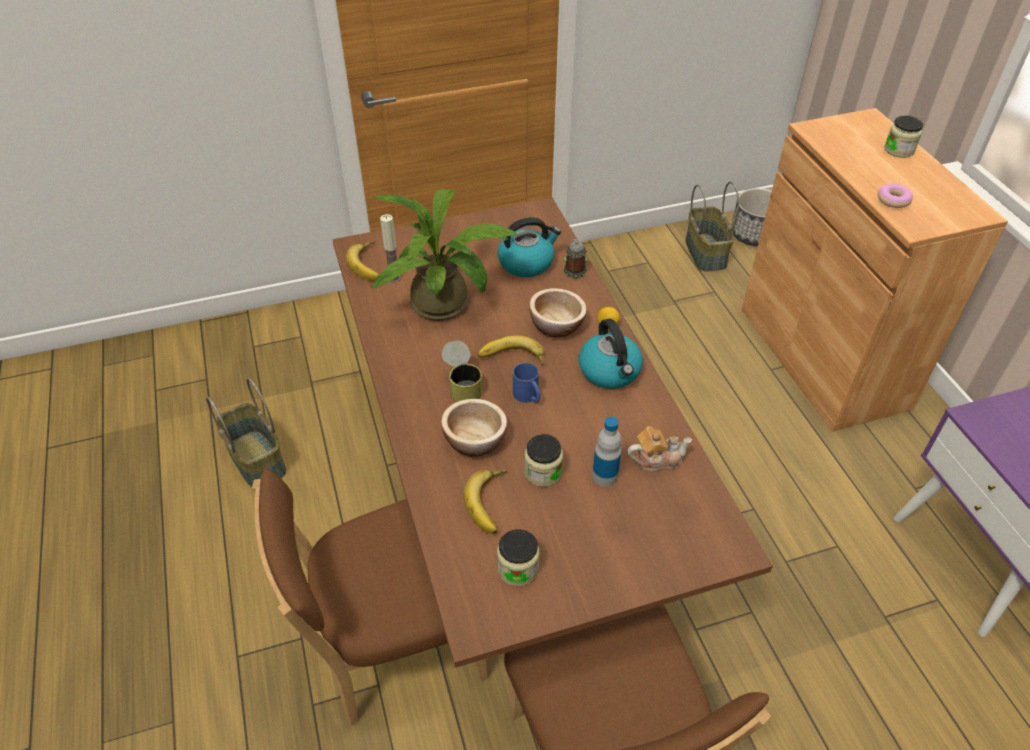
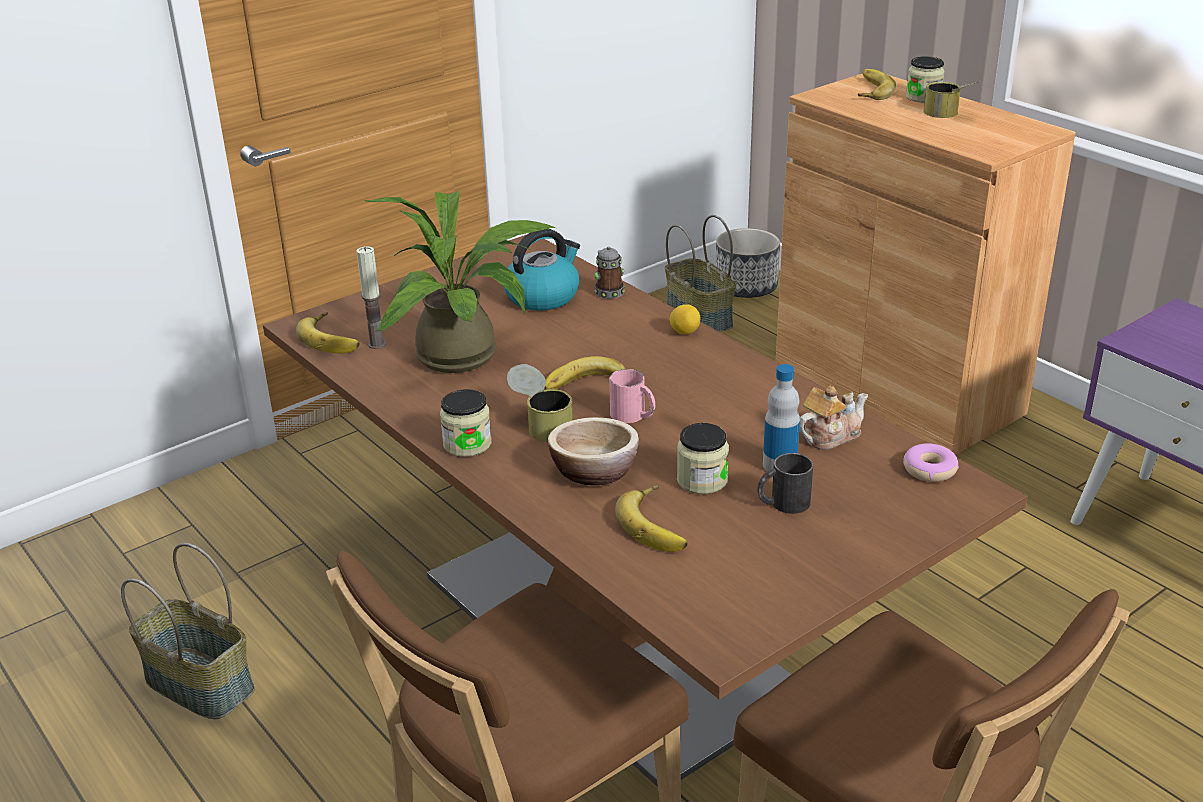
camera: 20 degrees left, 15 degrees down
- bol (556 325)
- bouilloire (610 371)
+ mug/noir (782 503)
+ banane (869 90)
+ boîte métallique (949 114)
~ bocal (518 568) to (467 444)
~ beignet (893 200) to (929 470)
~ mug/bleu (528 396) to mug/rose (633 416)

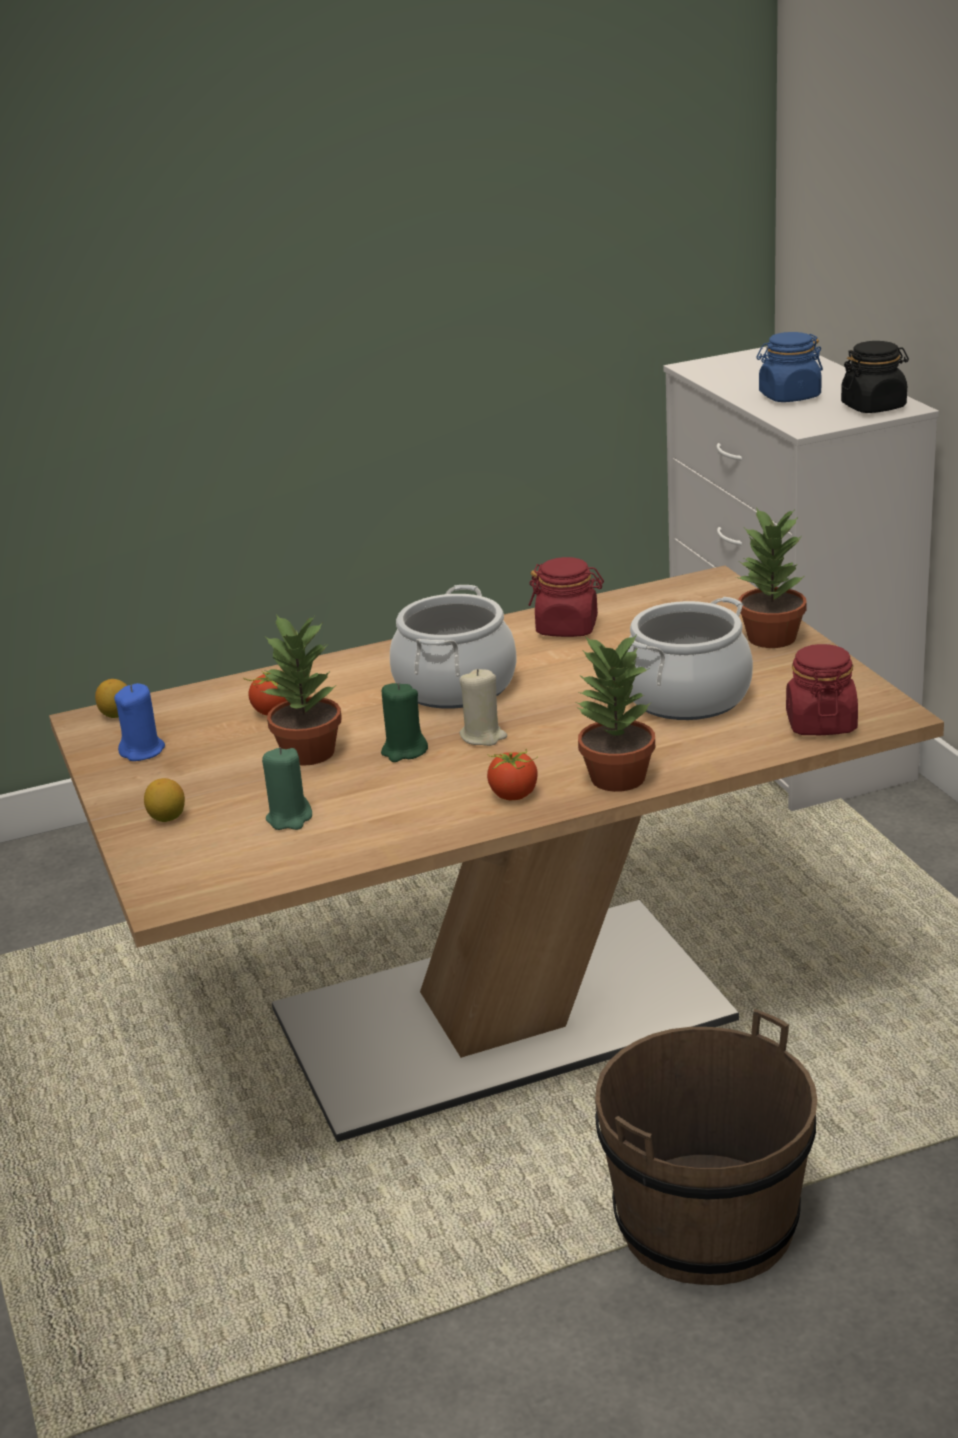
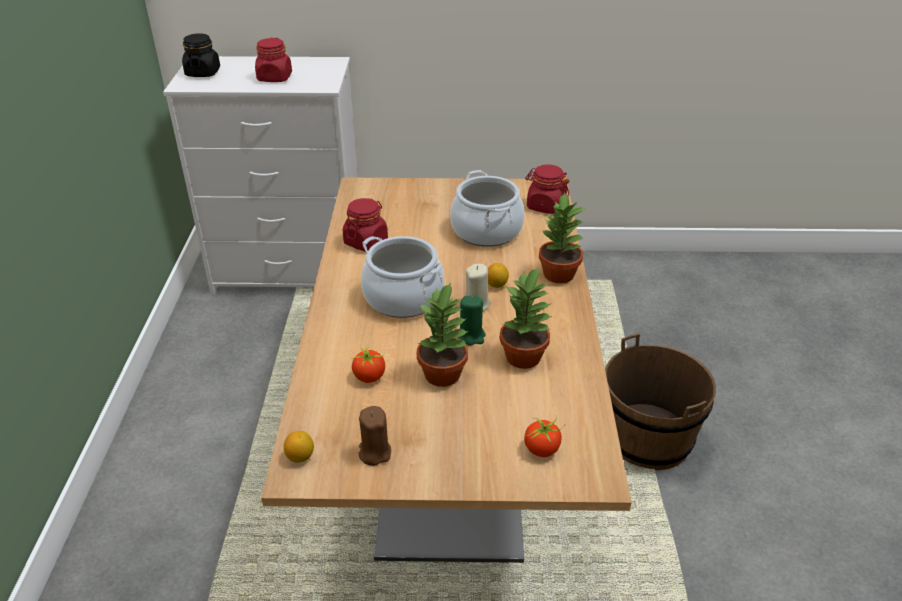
camera: 70 degrees left, 10 degrees up
- bougie/vert (289 818)
~ citron (167 818) to (496 285)
~ tomate (514 795) to (542 449)
~ plante en pot (772 638) to (524 357)
~ bocal/noir (873 407) to (203 73)
~ bougie/bleu (143 751) to bougie/marron (374 452)
~ bocal/bleu (789 396) to bocal/rouge (275 78)

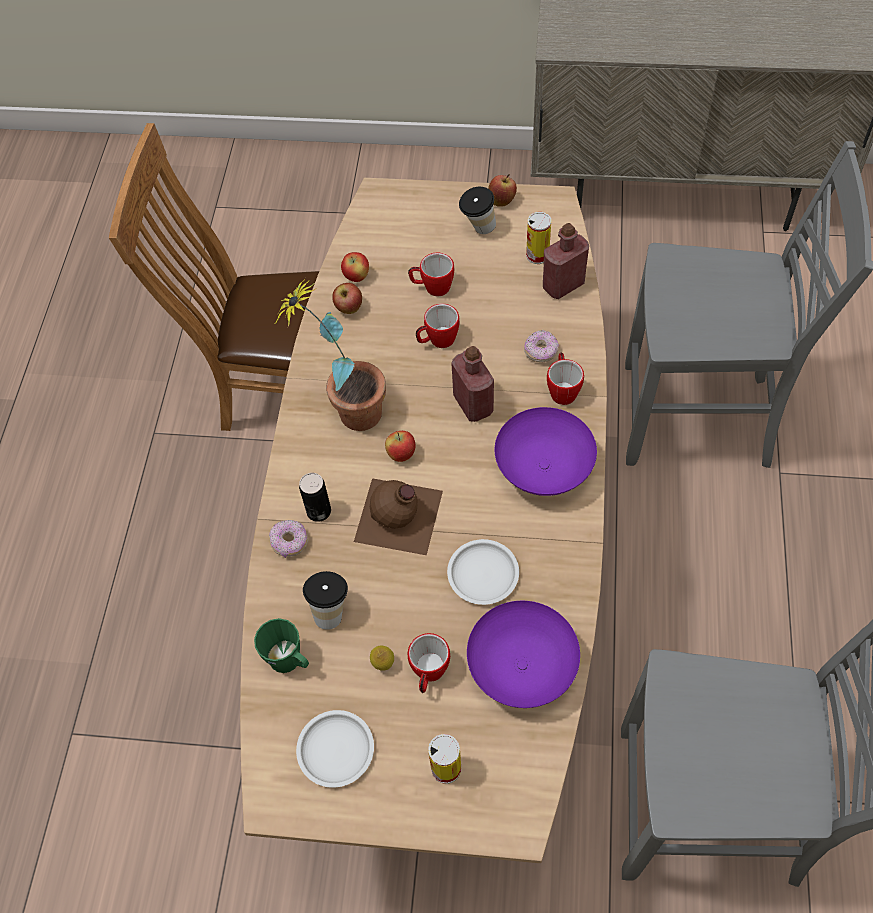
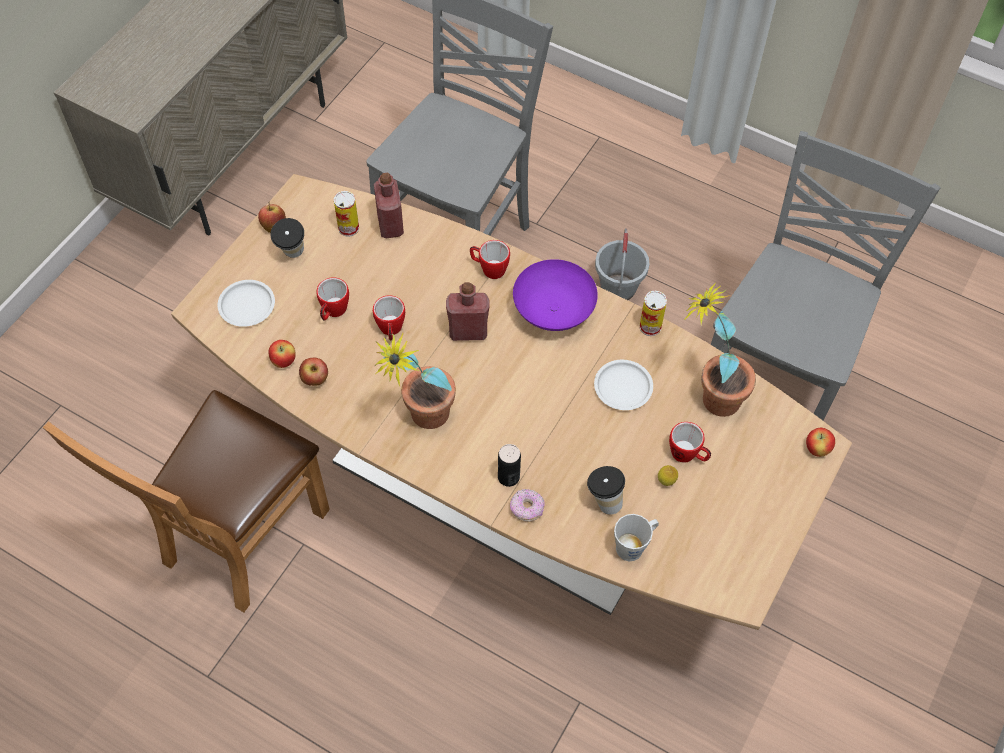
camera: 70 degrees left, 0 degrees up
- bouteille/marron (399 517)
- beignet (541 352)
+ seau/gris (618 287)
~ assiette/blanc (336 749) to (246 305)
~ pomme (401 455) to (817 449)
~ boîte métallique (446 768) to (650 327)
~ bol/violet (520 668) to plante en pot (709 395)
~ mug/vert (290 661) to mug/gris (634 546)

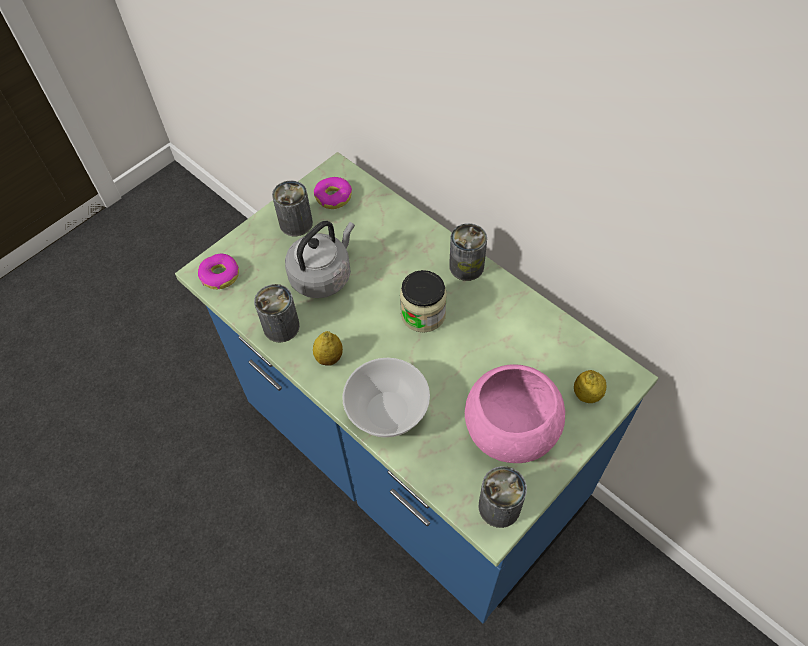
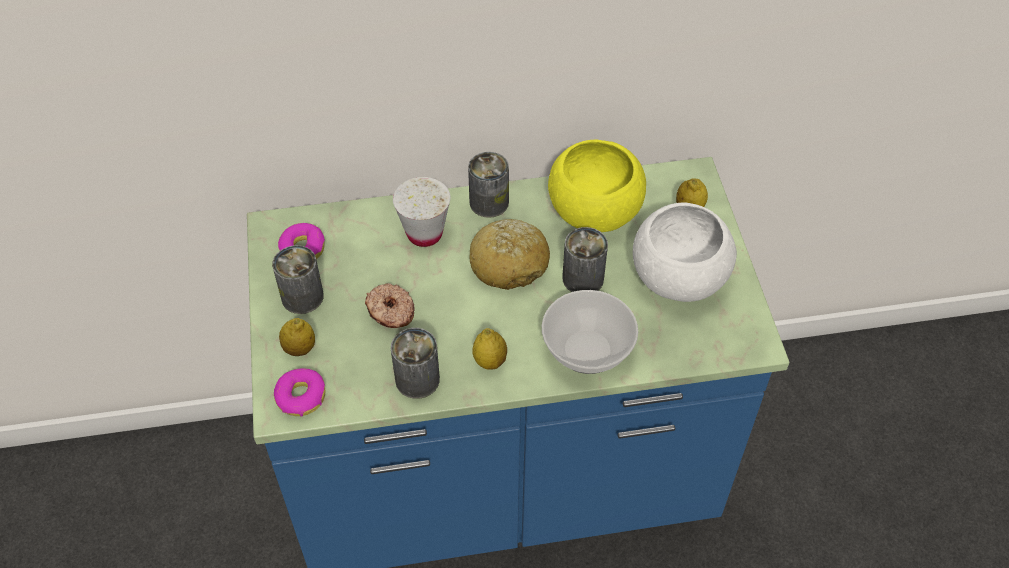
camera: 55 degrees left, 5 degrees down
+ citron (299 349)
+ tasse/blanc (424 233)
+ bol/jaune (593 211)
~ boîte métallique (499 507) to (583 278)
~ bouilloire/gris (323 275) to beignet (390 312)
~ bocal (423 314) to pain (509 263)
~ bol/rose (510 428) to bol/blanc (678 276)

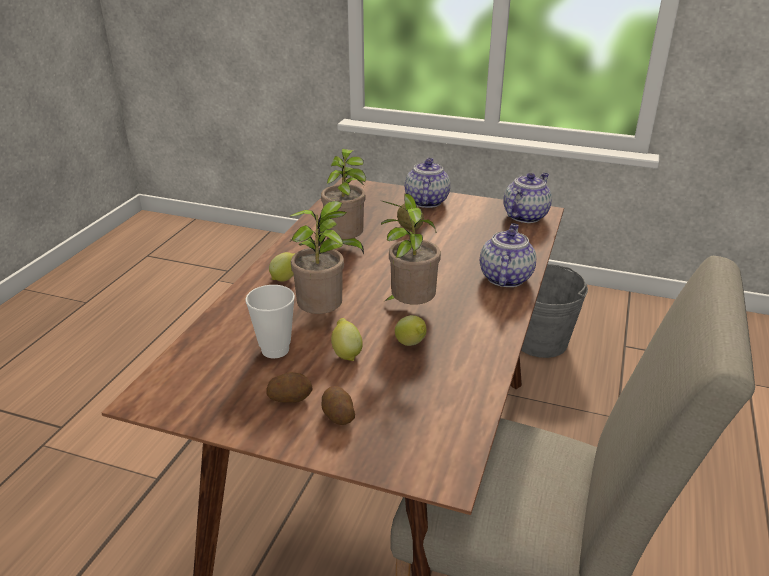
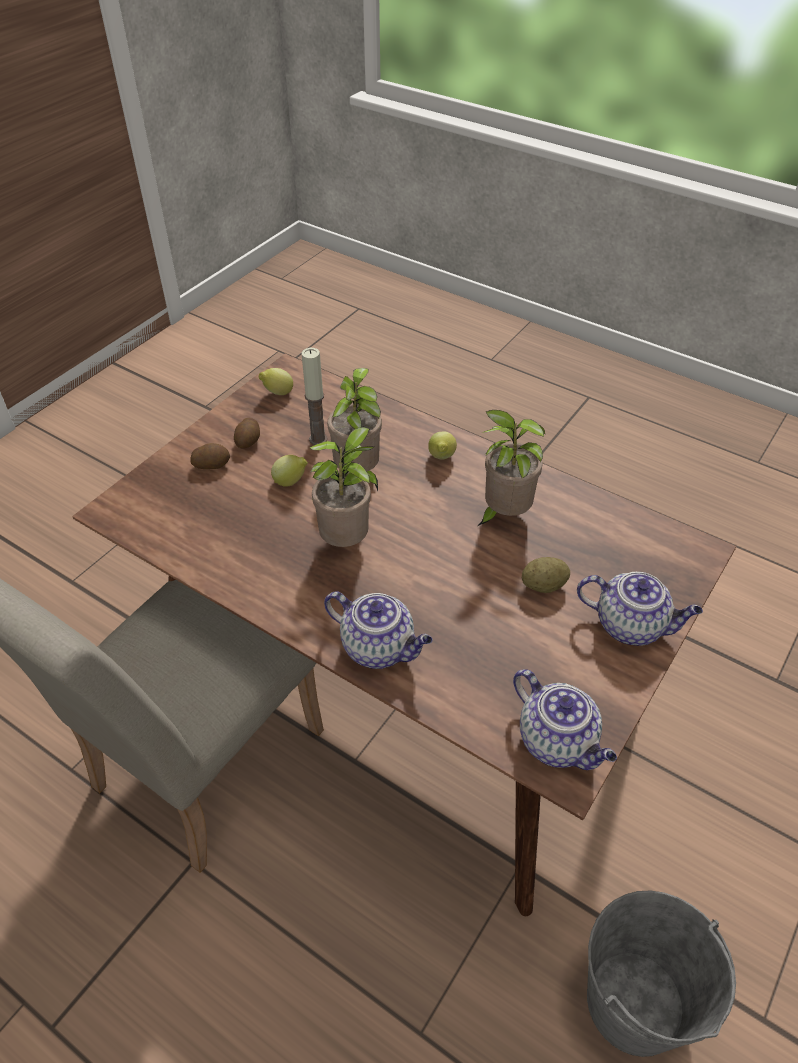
camera: 105 degrees right, 15 degrees up
~ citron (411 344) to (277 393)
~ tasse (275 350) to bougie (318 439)

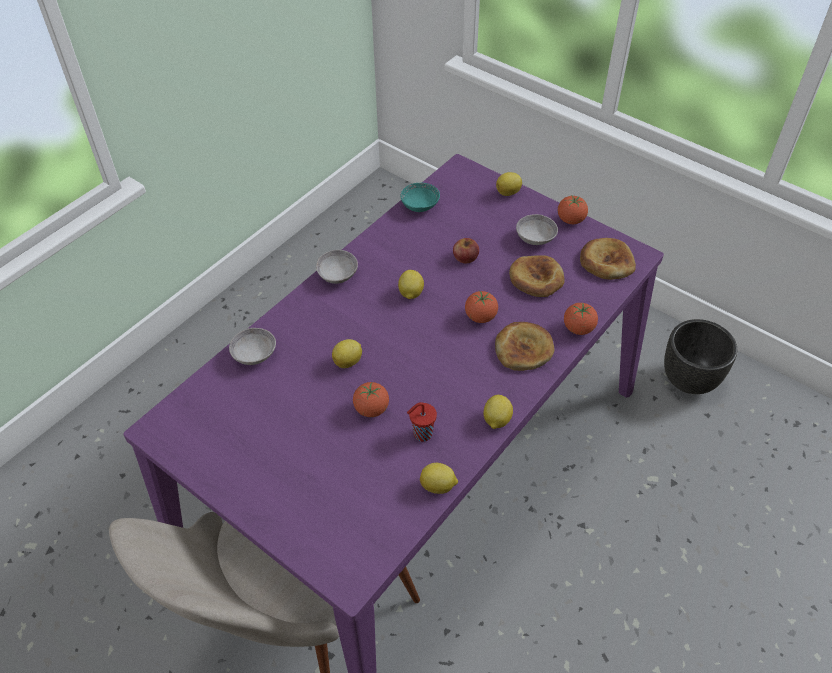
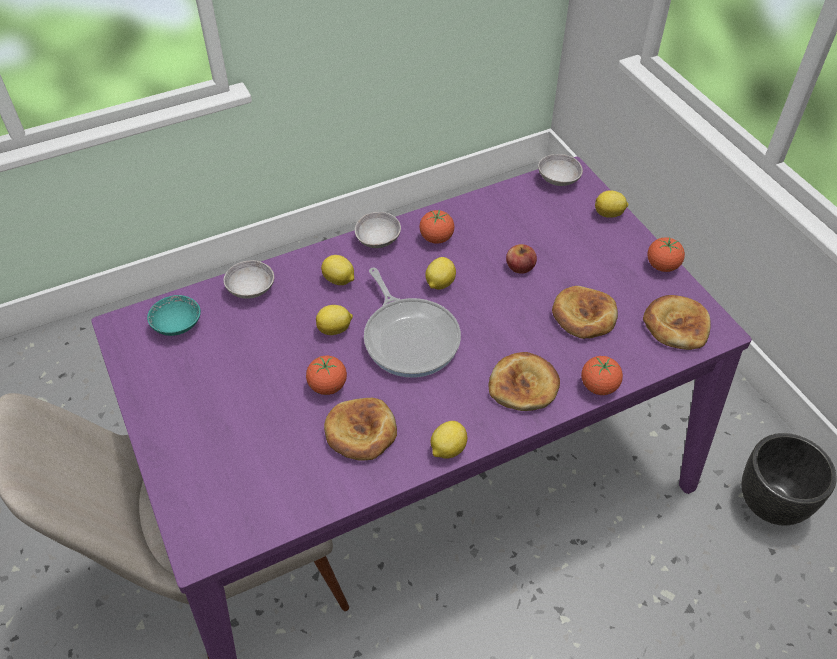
camera: 25 degrees right, 0 degrees up
+ poêle (410 337)
~ bol/turquoise (420 205) to (177 325)
~ citron (438 486) to (339 280)
~ tomate (480 317) to (436 238)
~ bol/gris (535 238) to (558 179)
~ tasse/rouge (421 434) to pain (361 432)

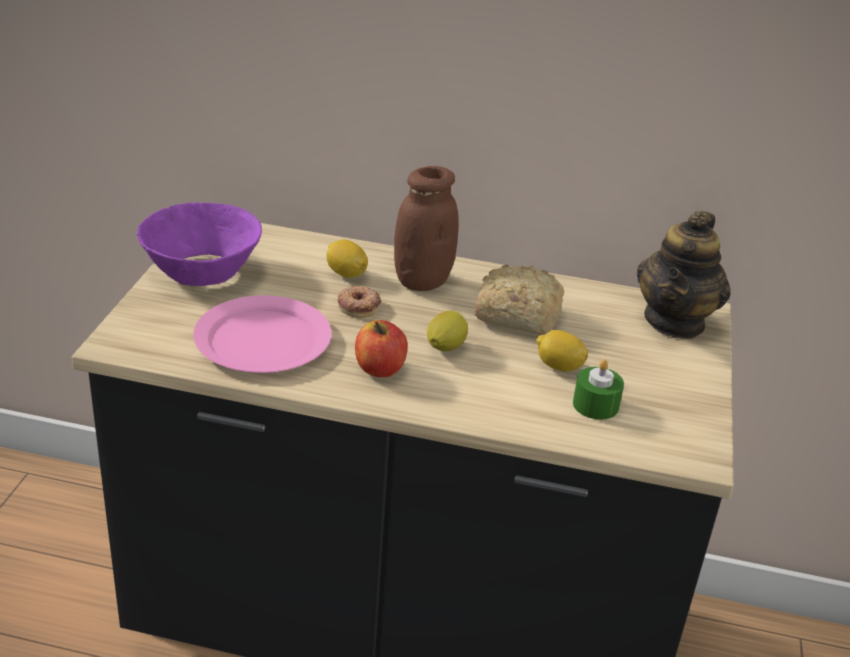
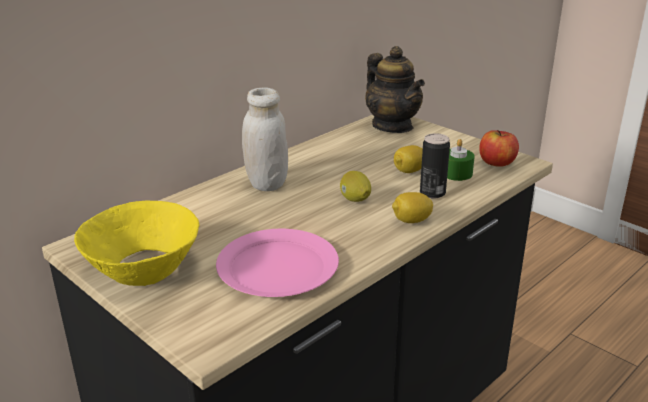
camera: 55 degrees left, 5 degrees down
- beignet (359 306)
- pain (515 314)
+ boîte métallique (432 193)
~ citron (346 274) to (411 221)
~ pomme (380 368) to (497 163)
~ bol/violet (202 271) to bol/jaune (143 269)
~ bocal/marron (422 281) to bocal/blanc (267 183)

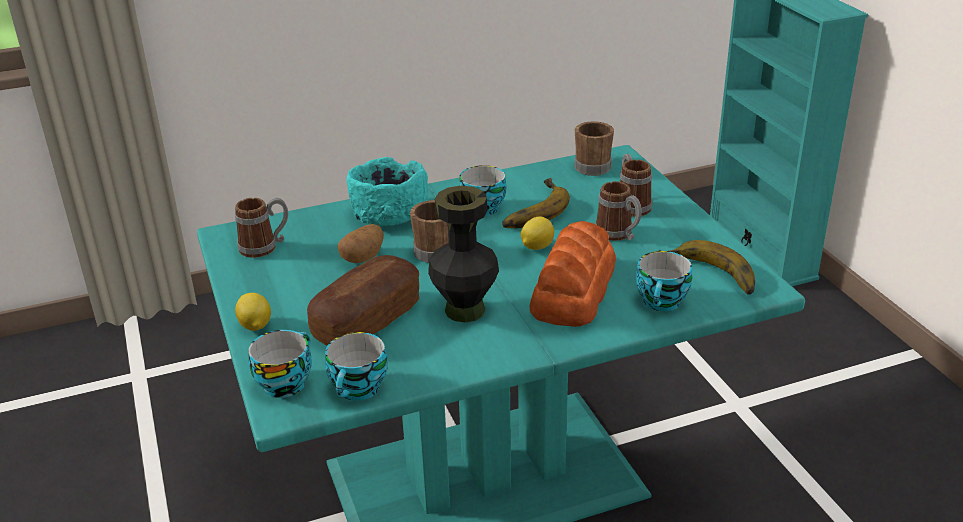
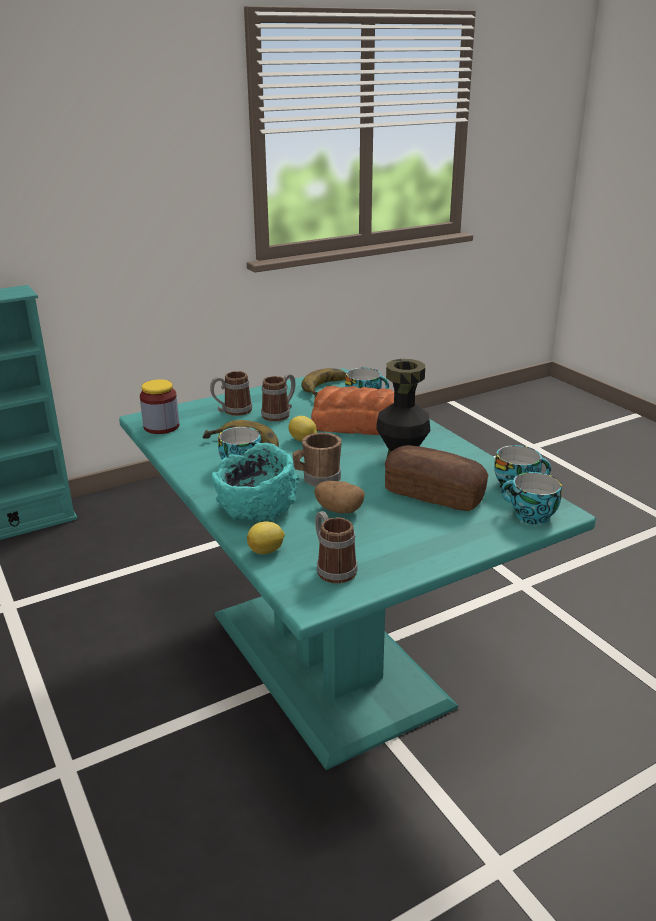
camera: 100 degrees left, 5 degrees down
~ citron (255 326) to (267 551)
~ mug/marron (592 165) to bocal (161 426)

